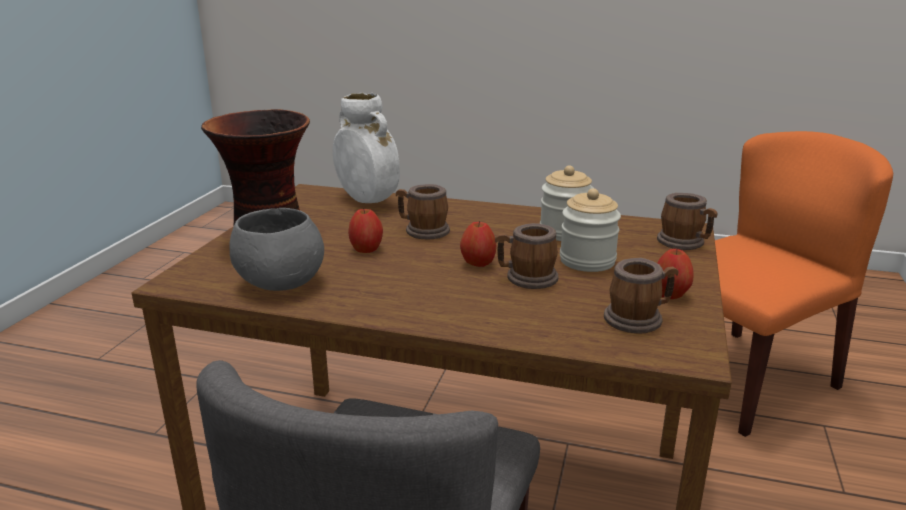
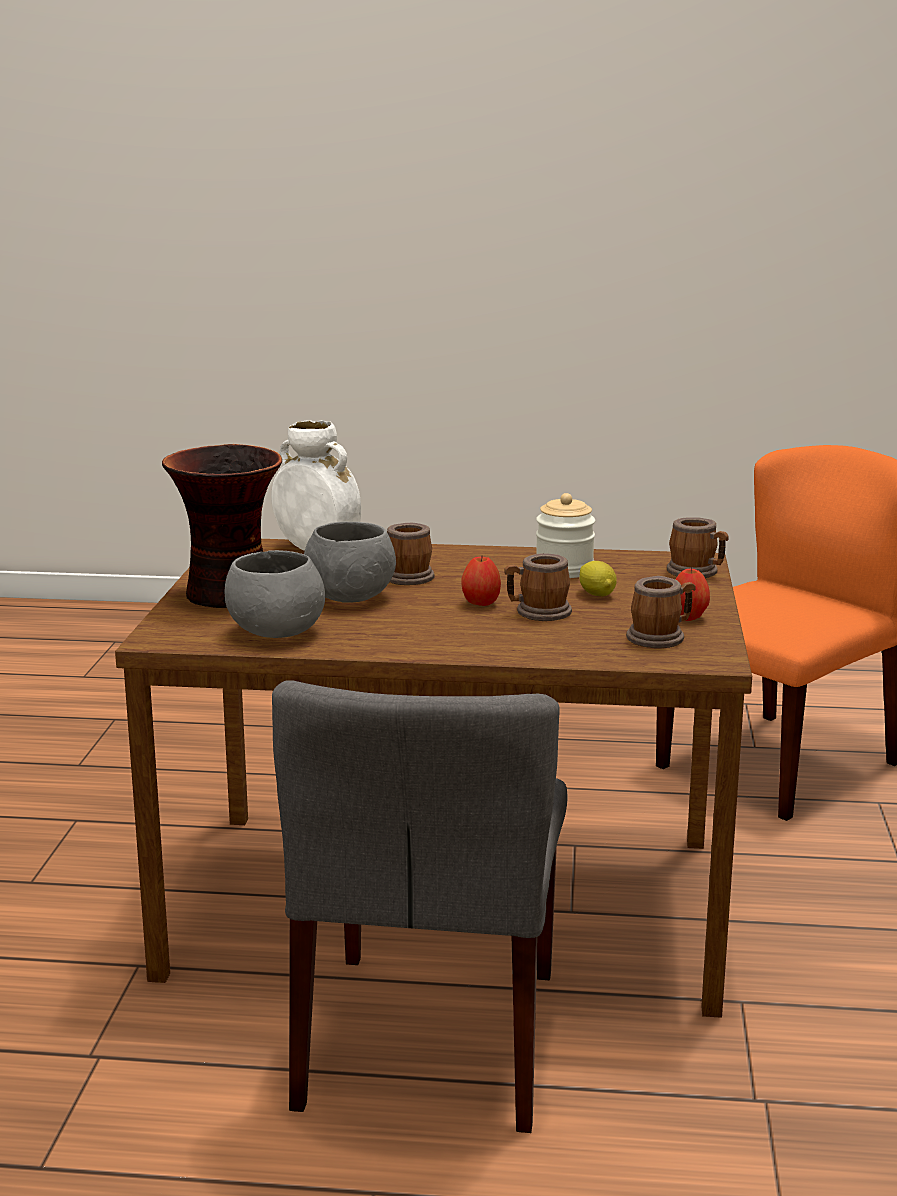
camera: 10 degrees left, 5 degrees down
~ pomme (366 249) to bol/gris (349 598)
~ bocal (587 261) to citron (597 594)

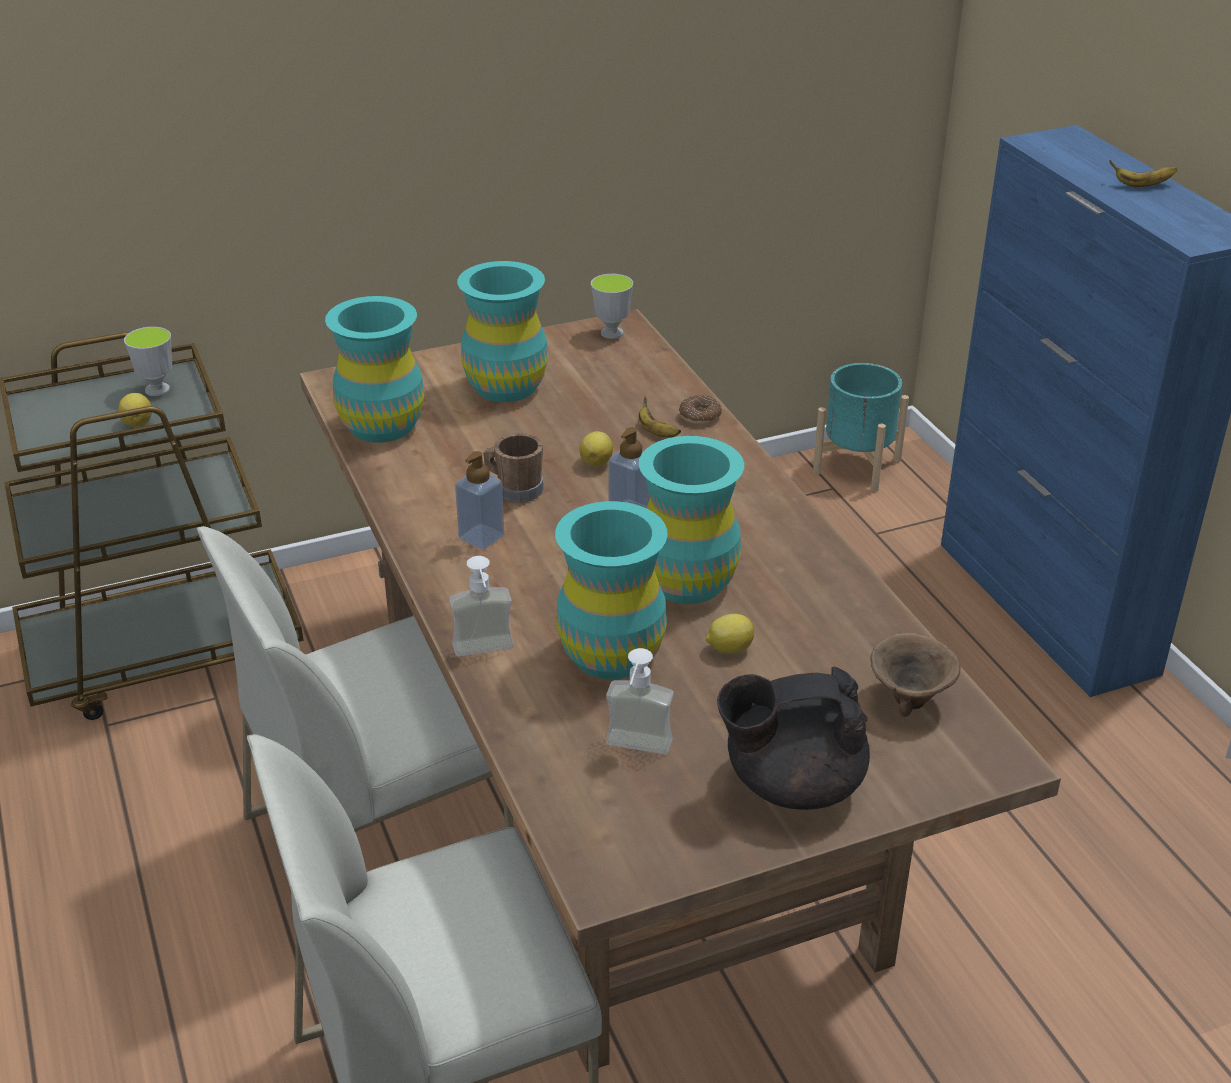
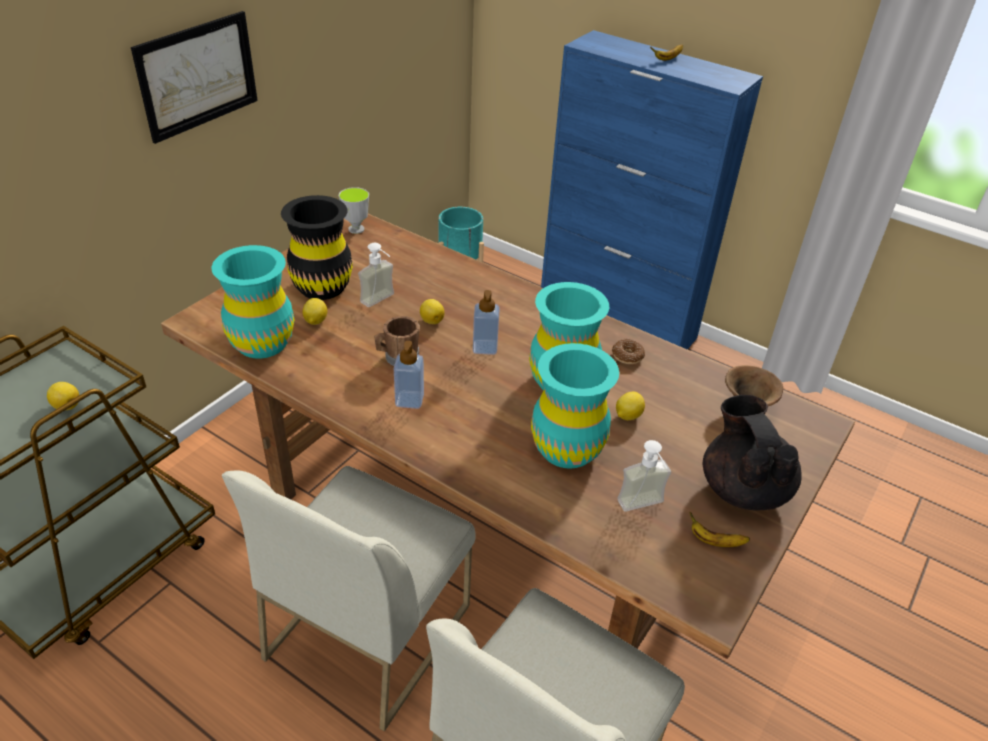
camera: 35 degrees left, 5 degrees up
- tasse (157 390)
+ tableau (198 75)
+ citron (315 321)
~ distributeur de savon (485 654) to (382 301)
~ banane (656 432) to (714 541)
~ beignet (700 416) to (627 356)
~ vase/turquoise (506 386) to vase/noir (322 287)
~ théière/noir (791 784) = (743 488) 120 degrees clockwise

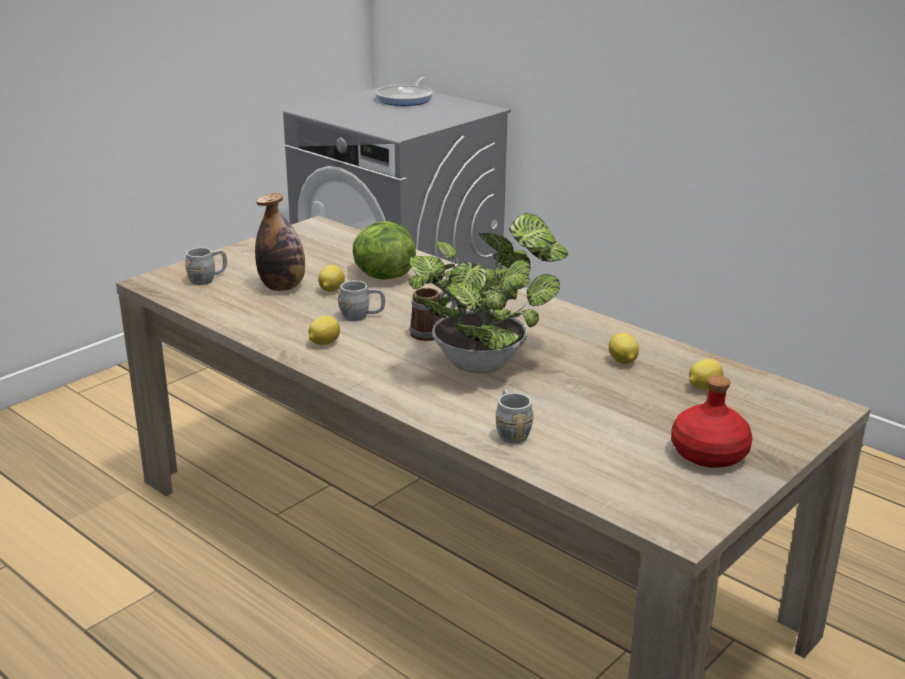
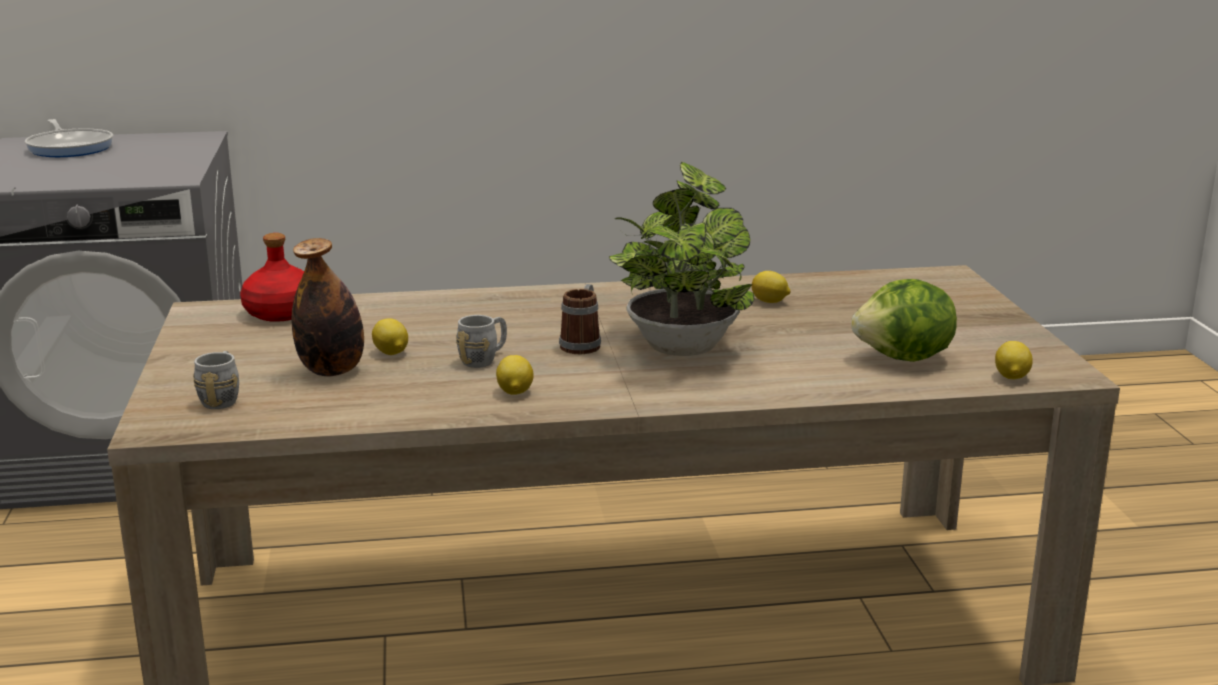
camera: 50 degrees left, 5 degrees down
- mug/gris (511 431)
~ laitue (382 276) to (904 359)
~ bouteille/rouge (708 453) to (280 313)
~ citron (703 387) to (1011 377)

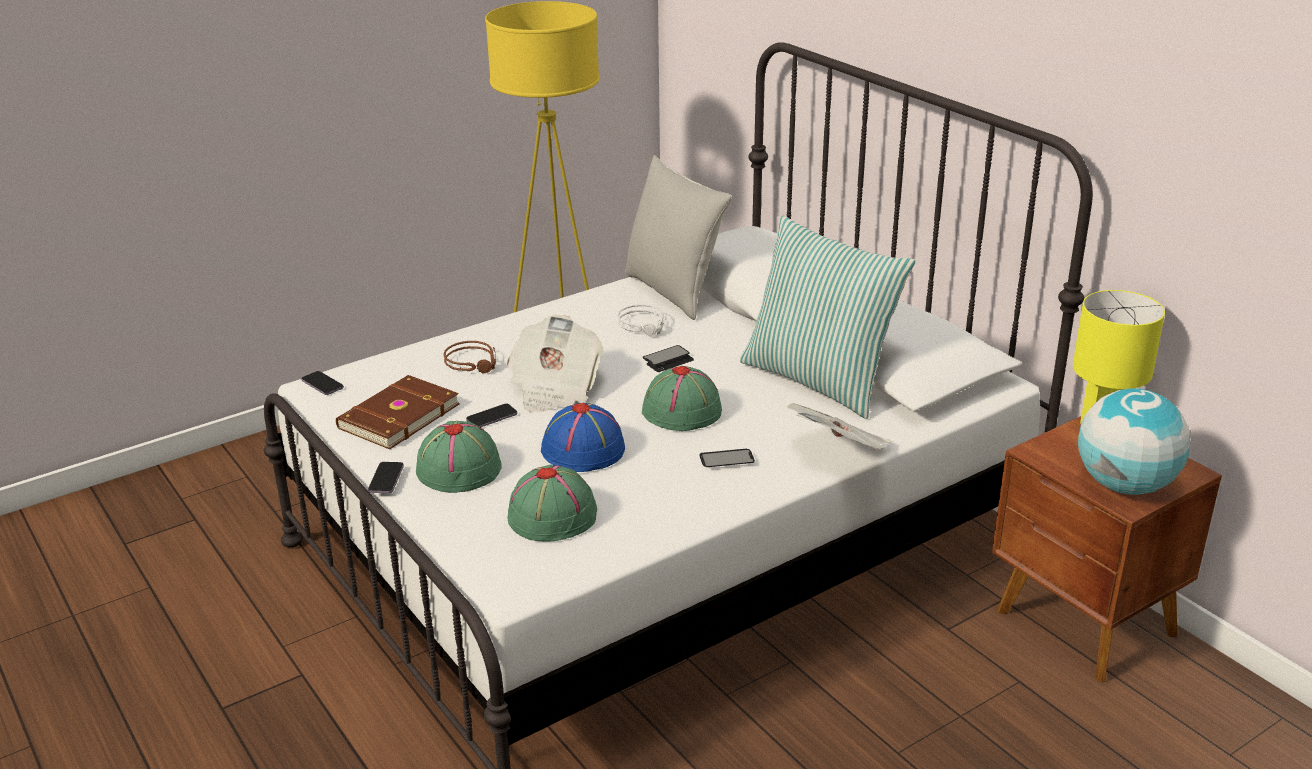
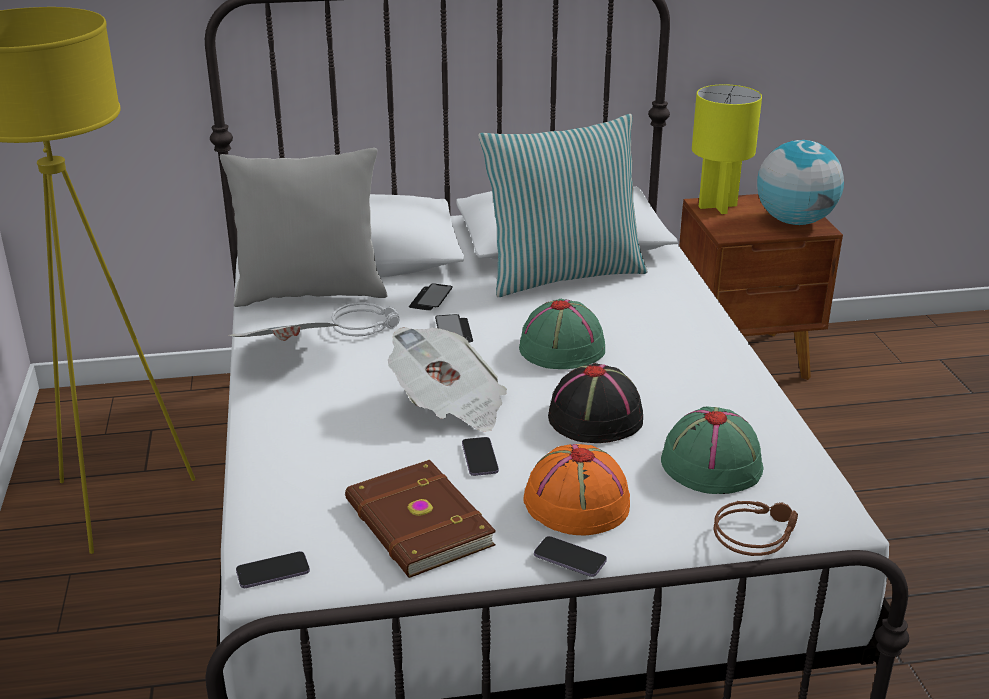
camera: 65 degrees left, 0 degrees up
~ casque audio/marron (474 362) to (754 532)
~ téléphone (726 460) to (431 298)
~ journal (841 452) to (286 356)
~ chapeau/vert (459 468) to chapeau/orange (576 502)
~ chapeau/bleu (584 450) to chapeau/noir (596 417)

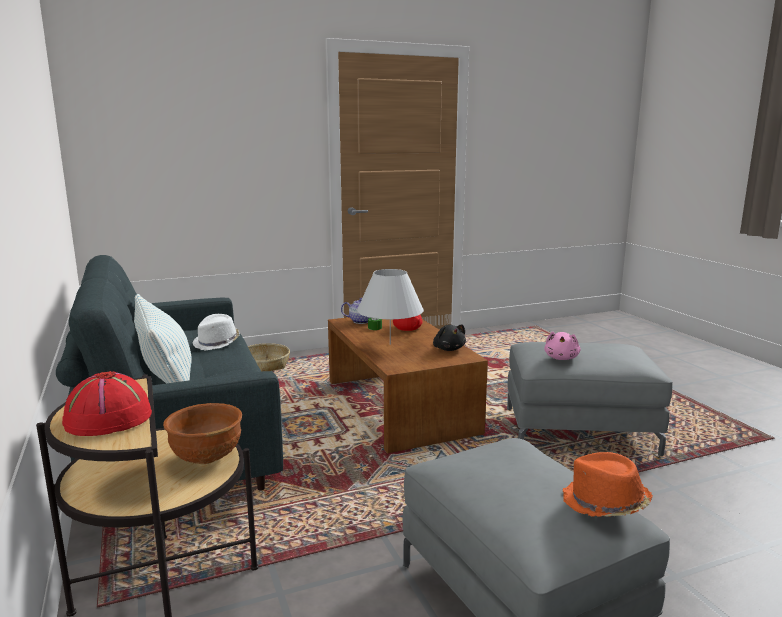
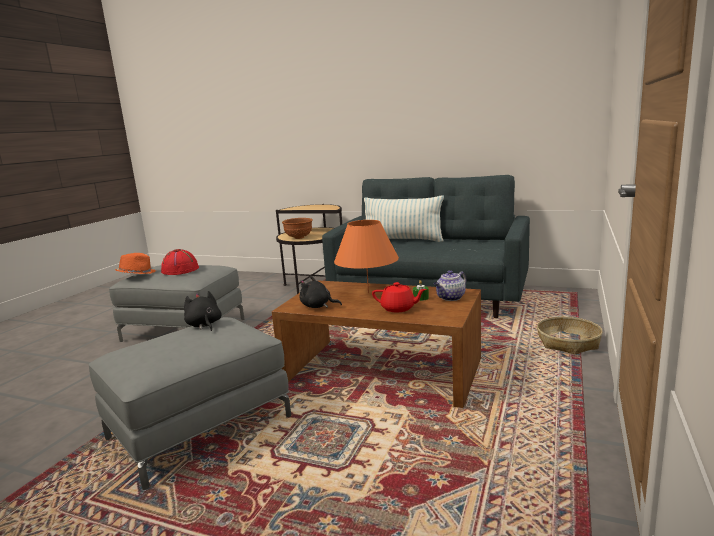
camera: 135 degrees right, 0 degrees up
- chapeau/blanc (217 343)
~ chapeau/rouge (107 419) to (180 270)
~ lampe de table/blanc (390 344) to lampe de table/orange (368 293)
~ peluche/rose (561 358) to peluche/noir (204 325)

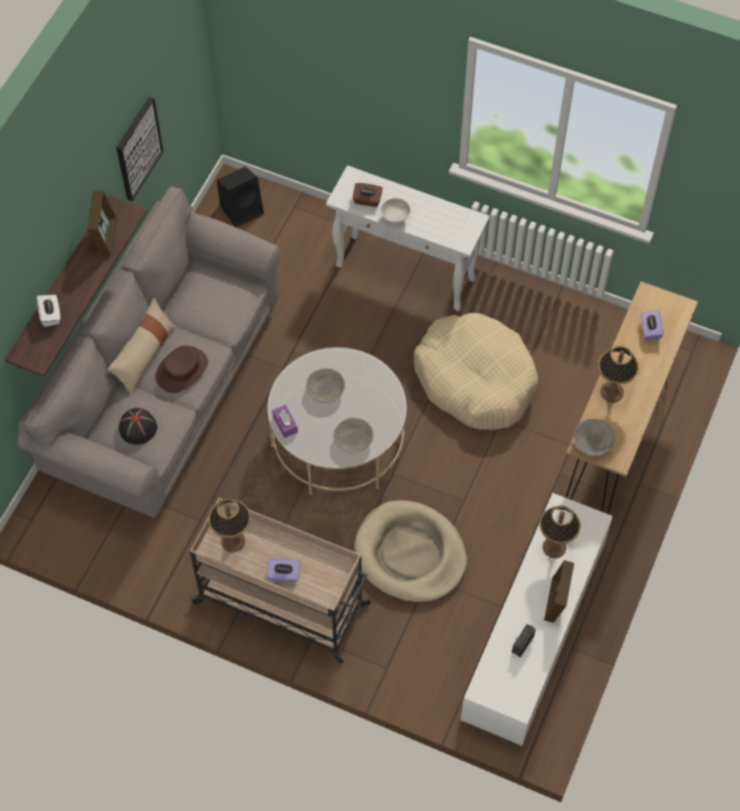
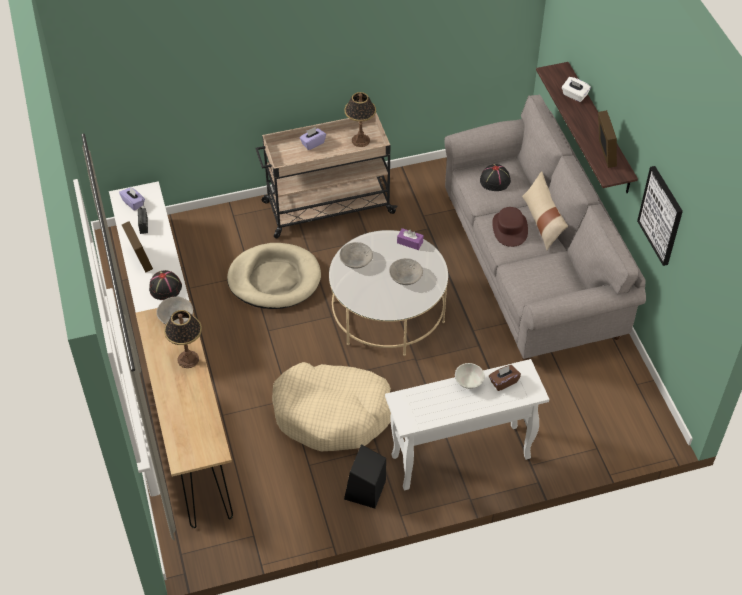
camera: 140 degrees right, 10 degrees down
~ enceinte/noir (242 209) to (365 491)
~ boîte à mouchoirs/violet (650 330) to (133 203)
~ lampe de table (554 547) to chapeau/noir (165 288)
~ cadre photo (105 237) = (604 154) 150 degrees counterclockwise

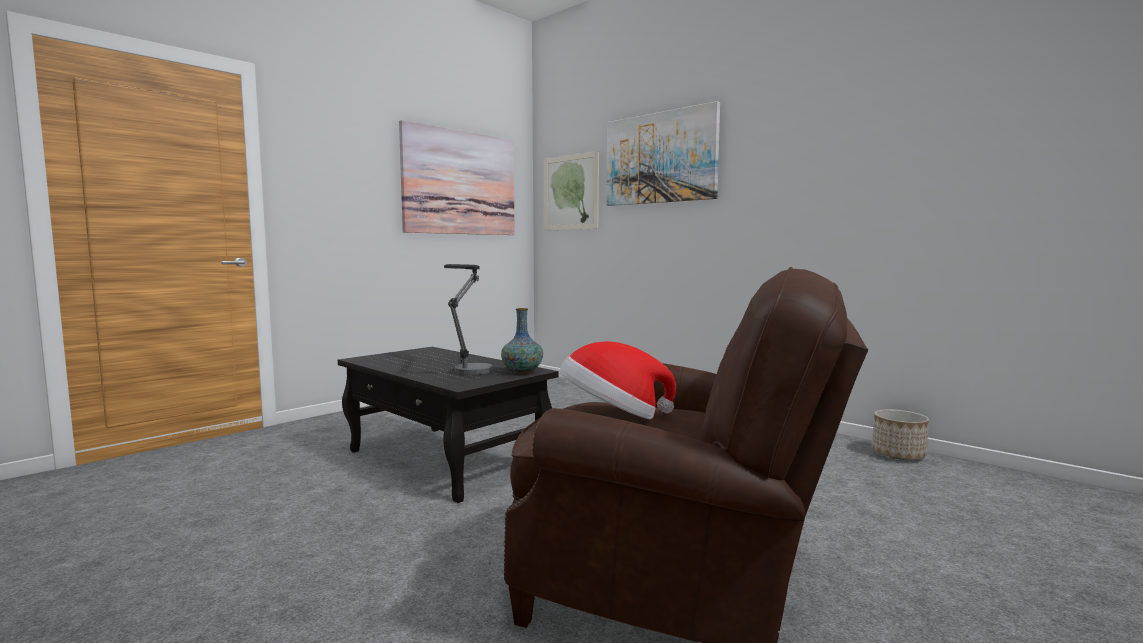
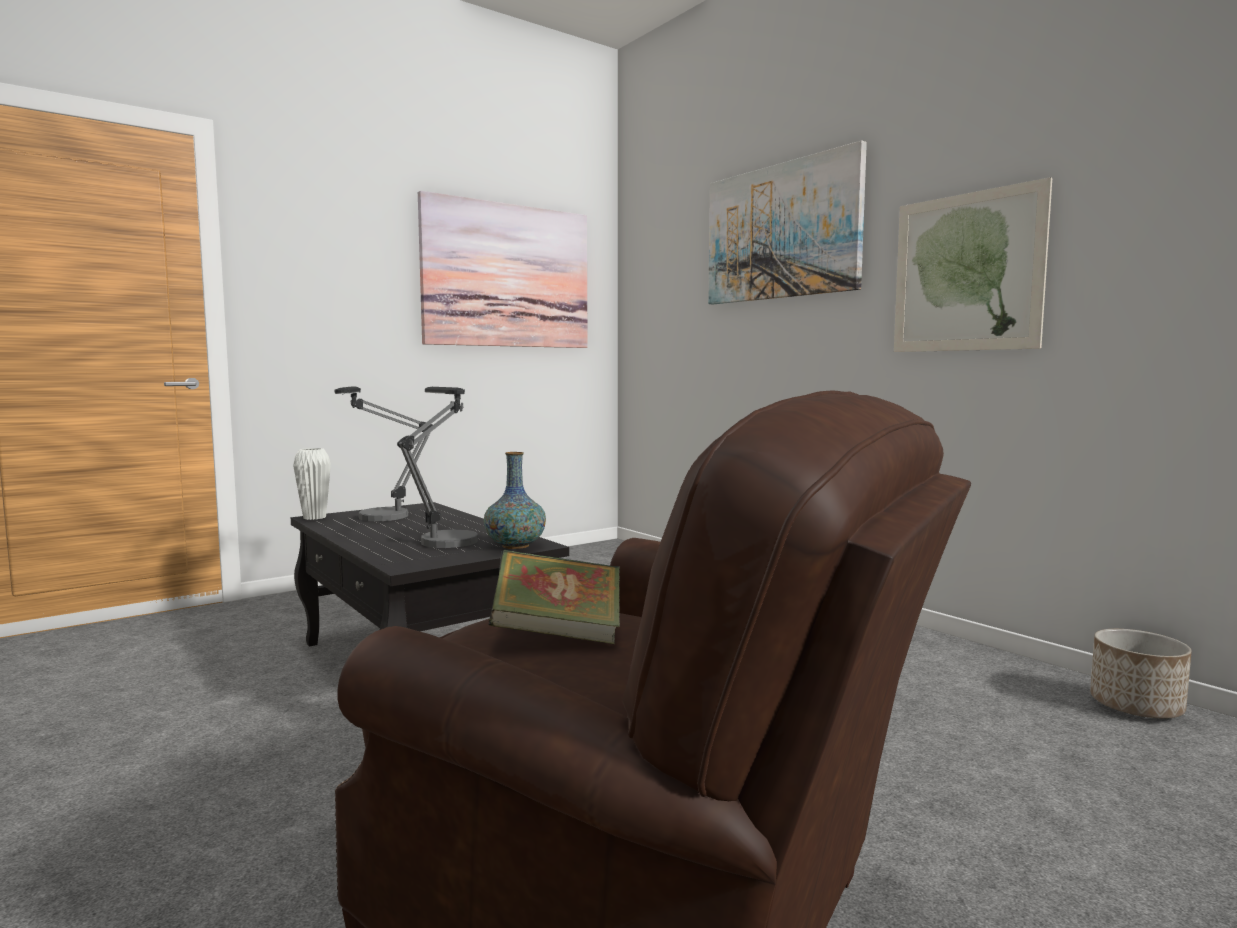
camera: 10 degrees right, 0 degrees up
+ vase/blanc (314 517)
+ lampe de table (378 519)
~ tableau (570 192) to (966 272)
~ chapeau (613 416) to livre (558 635)

